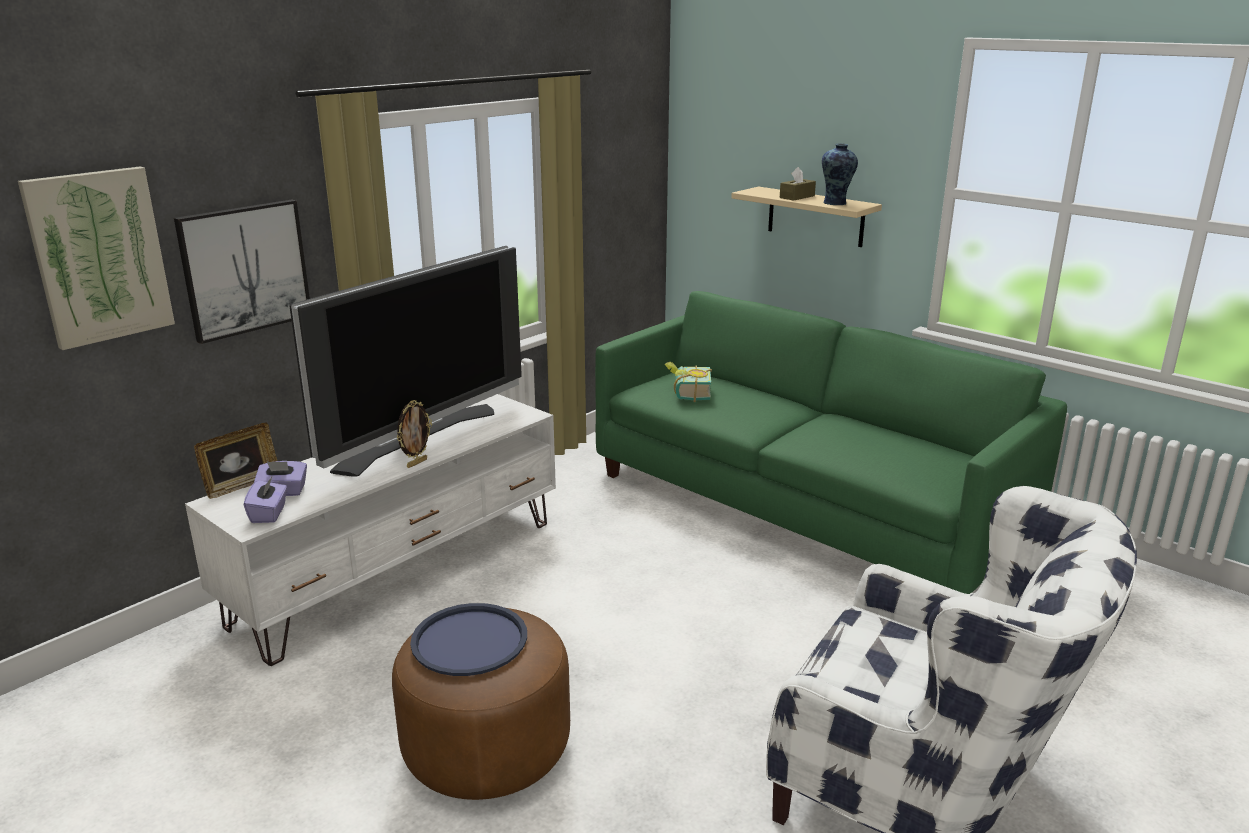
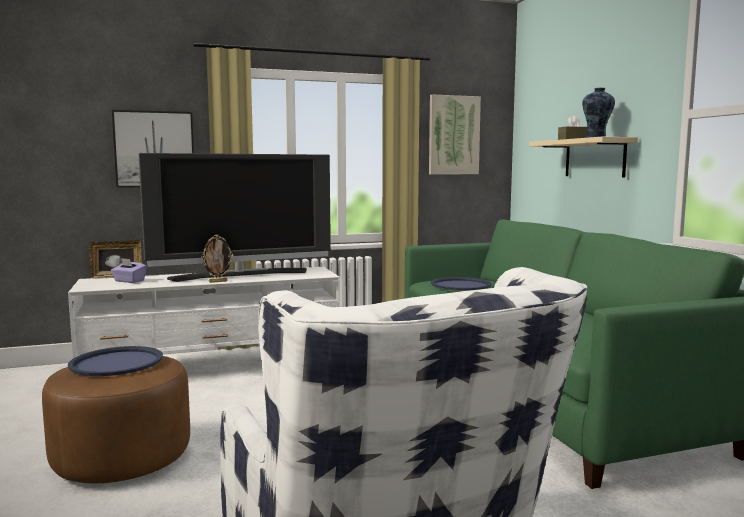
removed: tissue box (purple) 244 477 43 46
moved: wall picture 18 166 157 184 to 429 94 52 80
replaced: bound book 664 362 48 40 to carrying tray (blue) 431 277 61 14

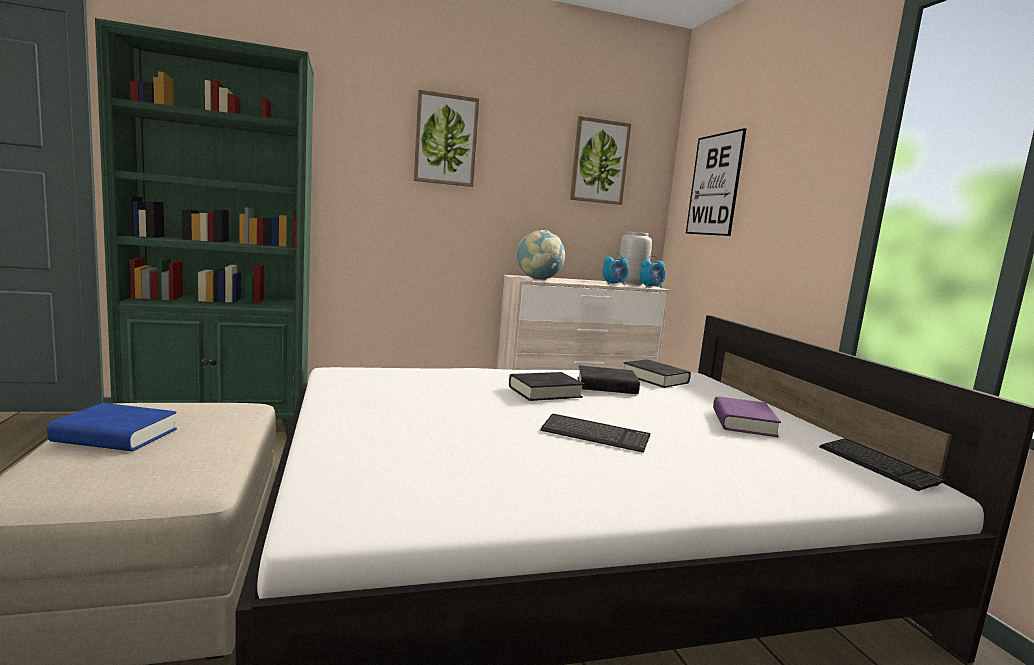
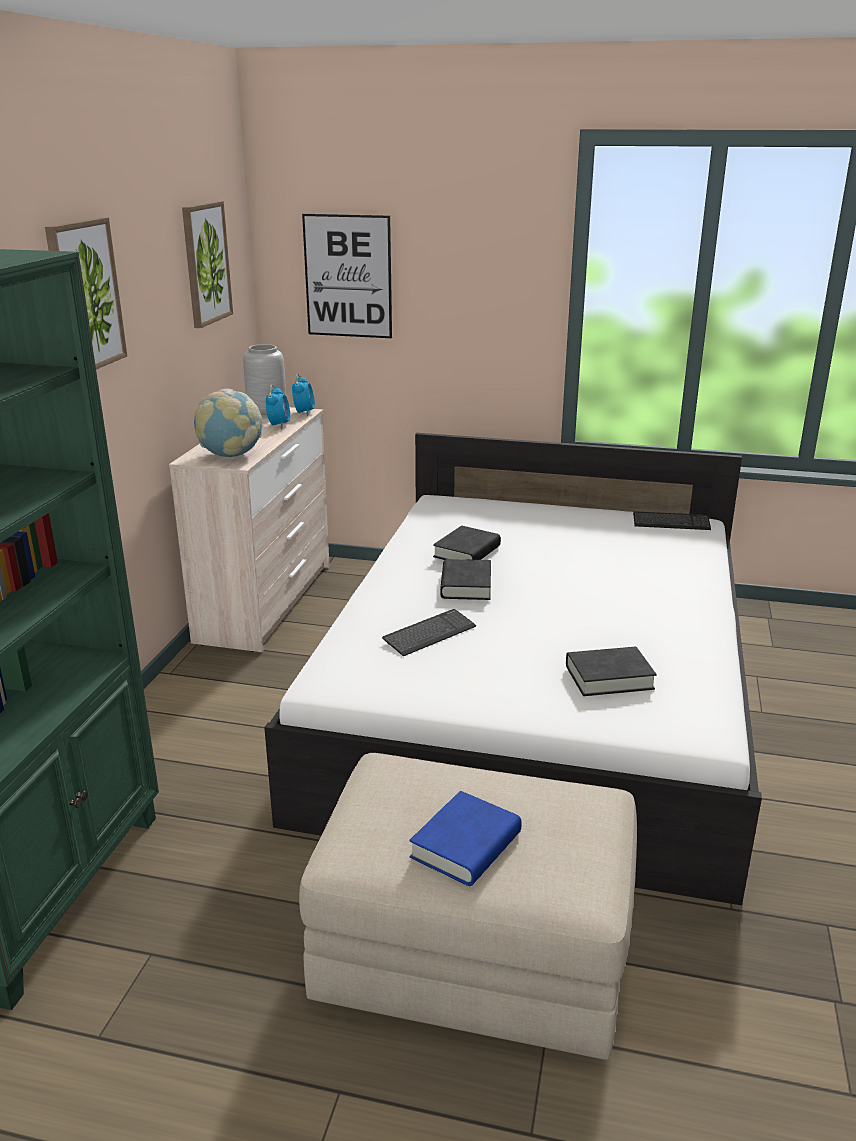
removed: bound book (purple) 713 397 68 40
moved: PC keyboard 540 414 110 39 to 382 609 94 47; bound book (black) 624 359 67 29 to 566 647 91 49

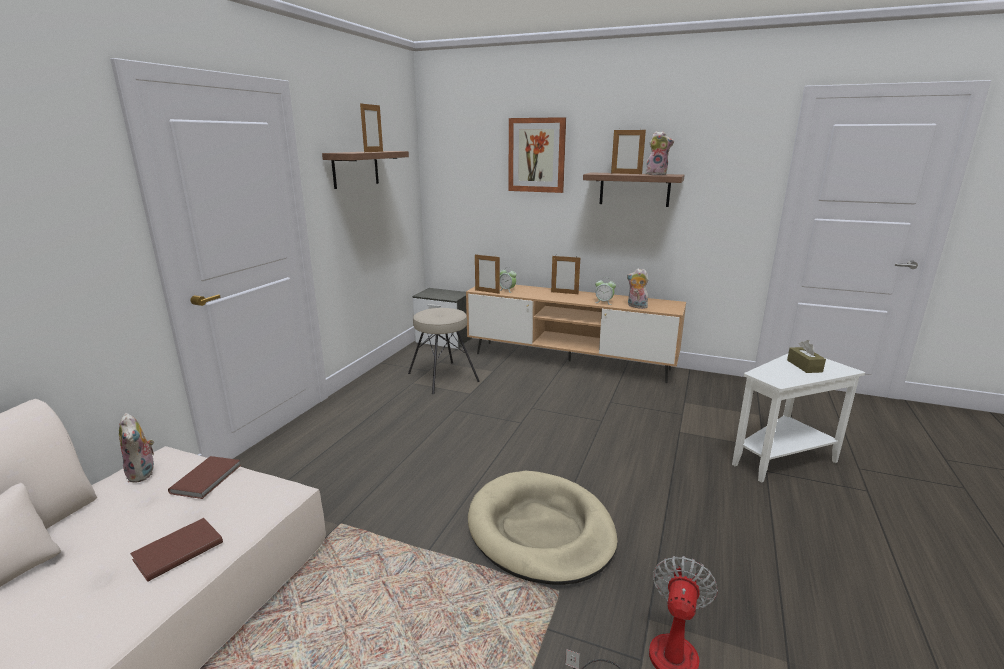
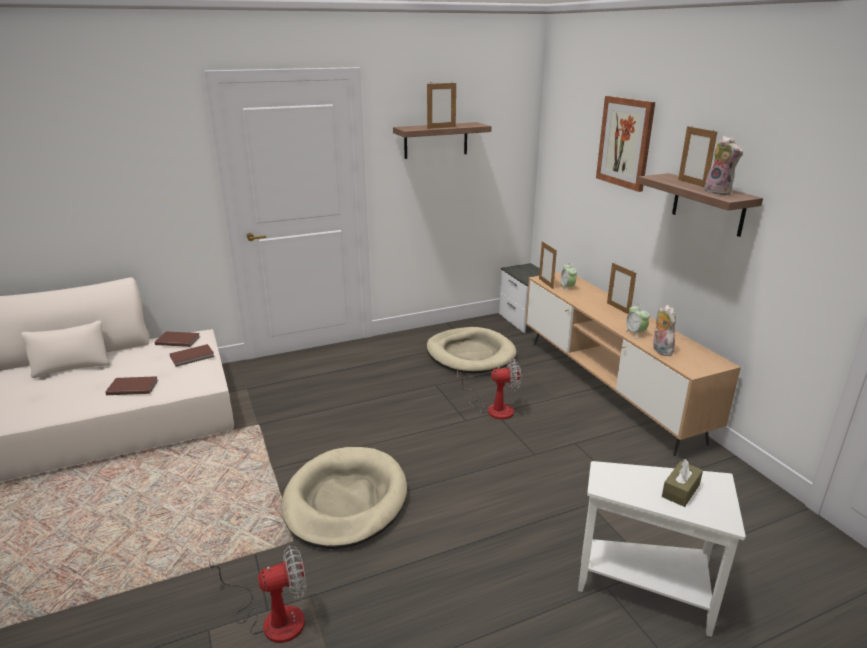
added: electric fan 457 359 64 61
replaced: cuddly toy 119 413 35 70 to bound book (brown-coloured) 155 332 44 15; stool (sand-coloured) 408 308 72 86 to dog bed (sand-coloured) 426 327 91 46

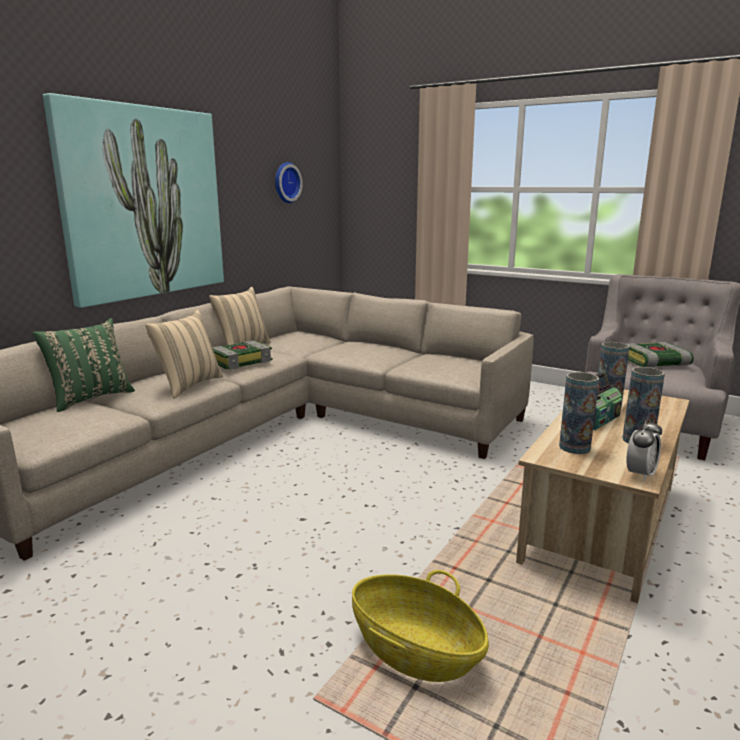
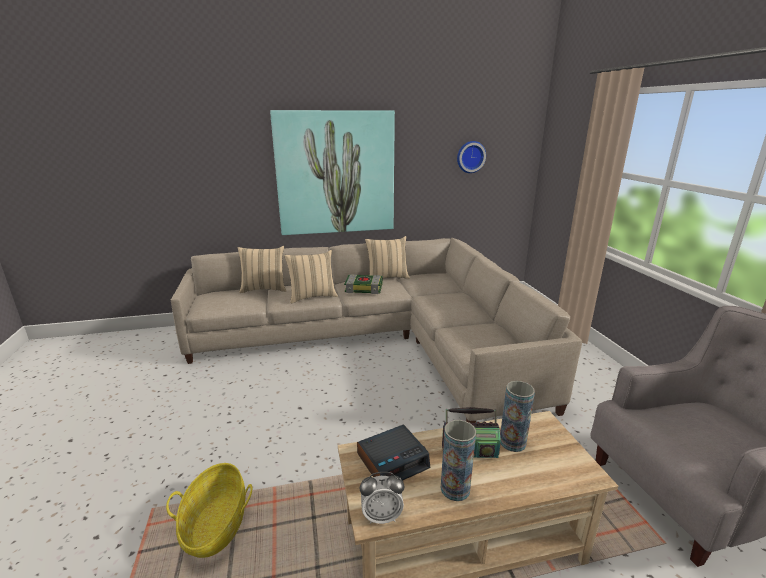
removed: bound book 627 342 67 25
replaced: flower vase 559 372 40 82 to bedside clock 357 424 73 57
recoloured: pillow (greenish) 32 318 103 94 to pillow (sand-coloured) 238 246 48 47

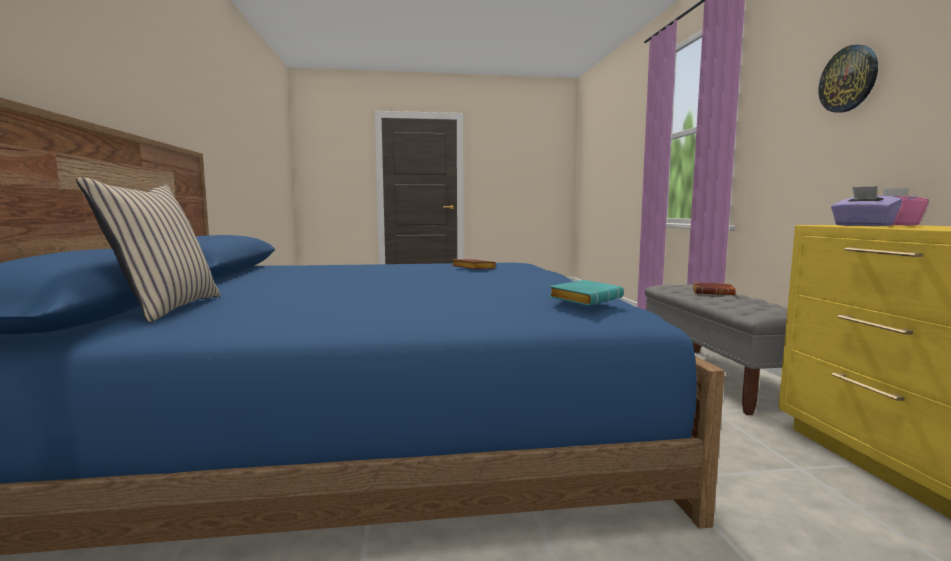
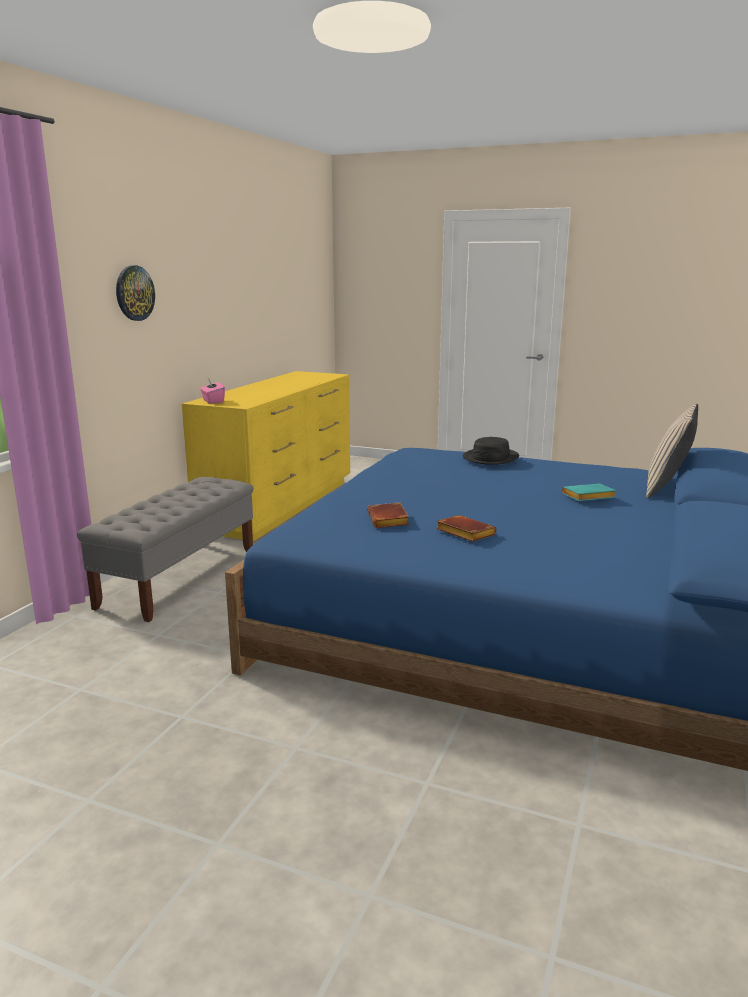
removed: tissue box (purple) 831 186 71 40
added: wearable hat (black) 463 437 56 28
moved: bound book (brown-coloured) 693 282 43 13 to 436 515 60 27; bound book (turquoise-coloured) 549 280 75 26 to 562 483 54 18

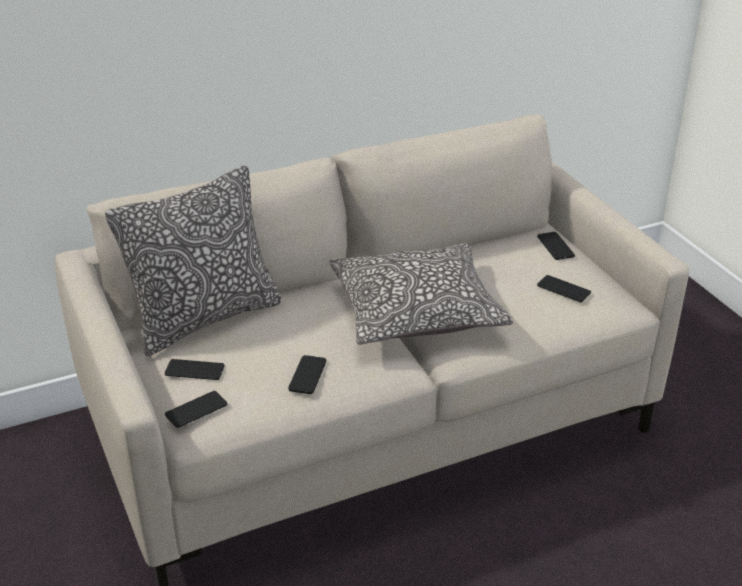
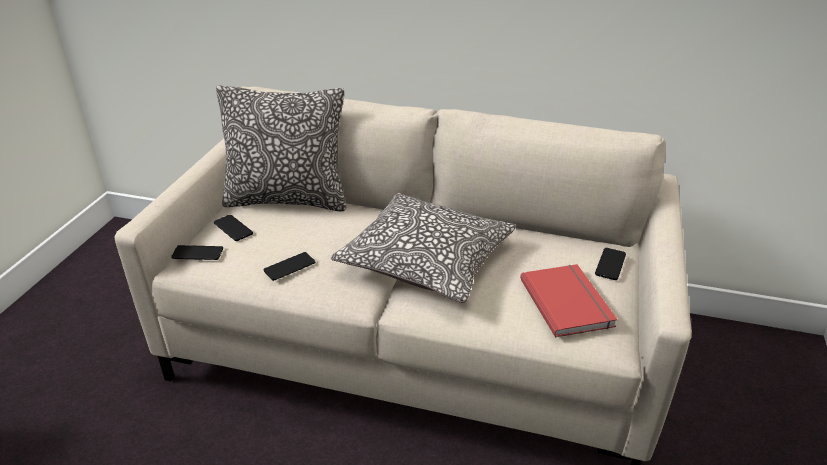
replaced: phone 537 275 54 27 to bound book (red) 520 264 98 73

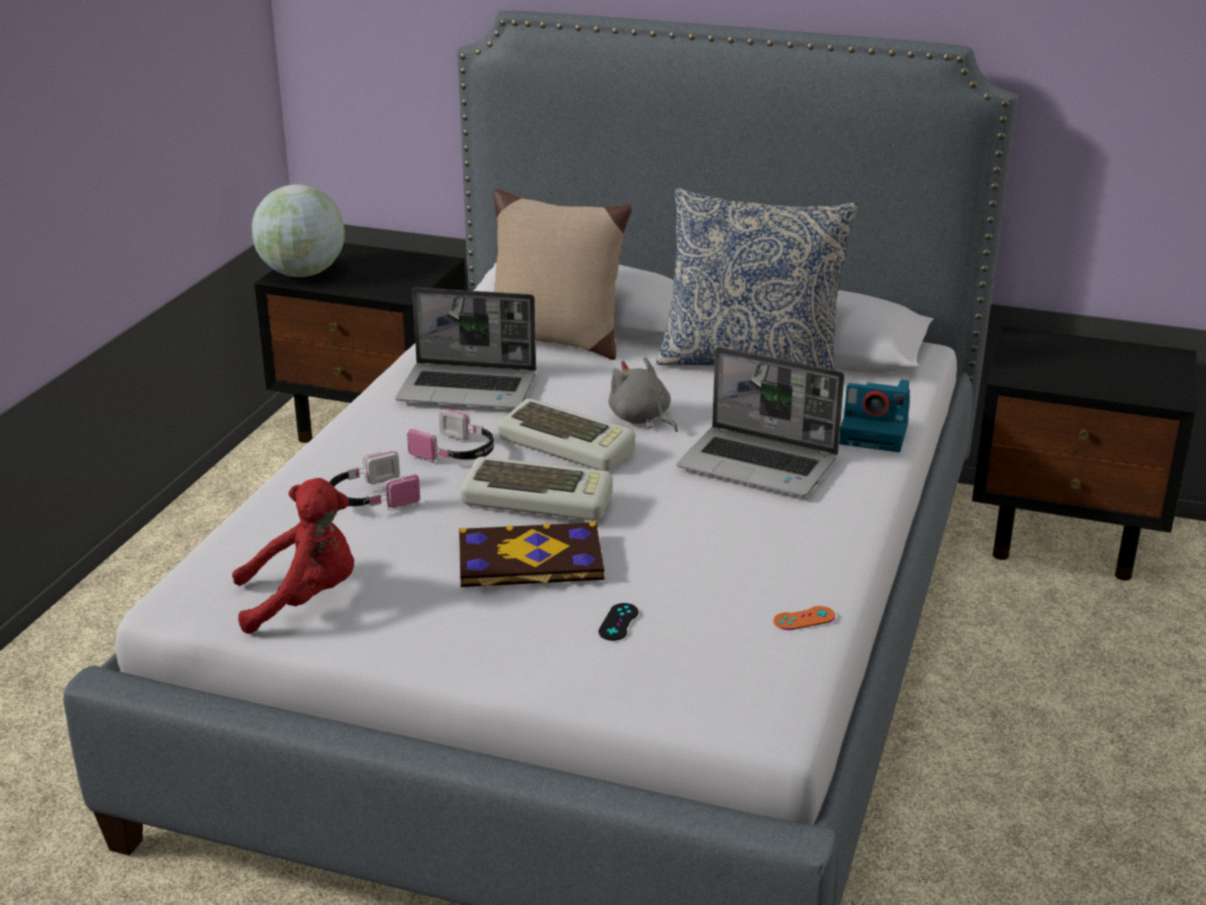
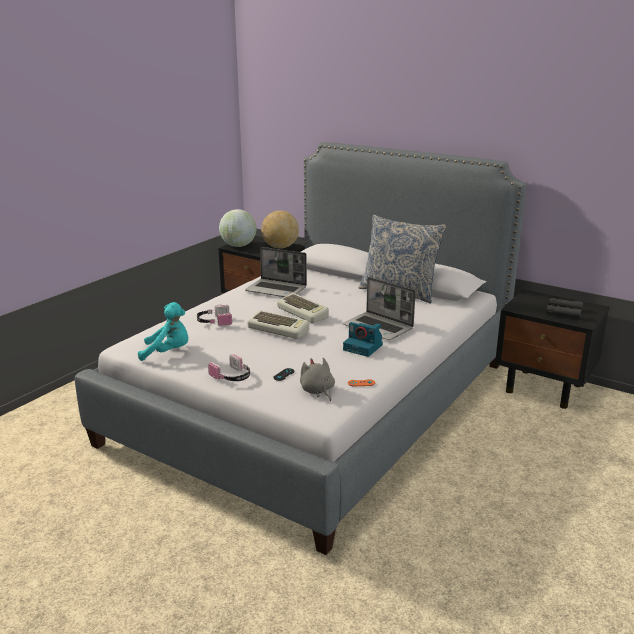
removed: bound book 459 522 145 65; pillow (sand-coloured) 494 189 138 171
added: world globe 261 211 38 38; binoculars (black) 546 298 37 21
moved: pair of headphones 407 409 87 54 to 208 354 42 27; cuddly toy (greyish) 608 357 70 75 to 300 358 35 43; photo camera 839 380 71 72 to 343 322 40 35
recoloured: cuddly toy (red) 232 478 122 156 to cuddly toy (turquoise-coloured) 138 302 50 59

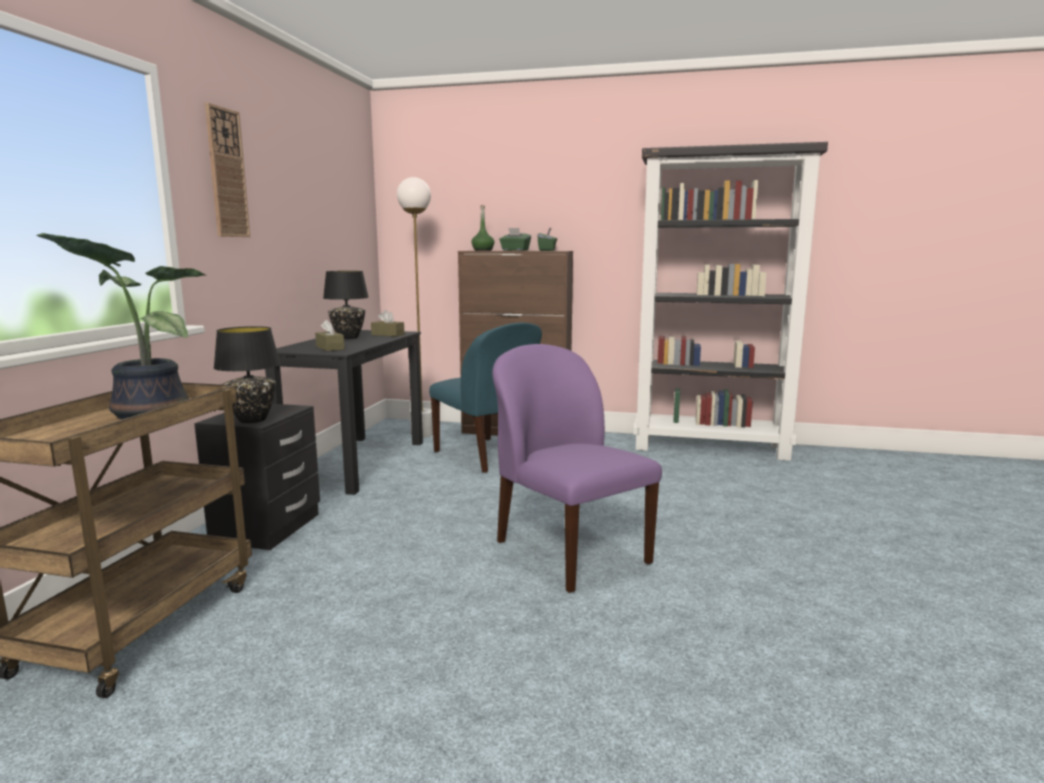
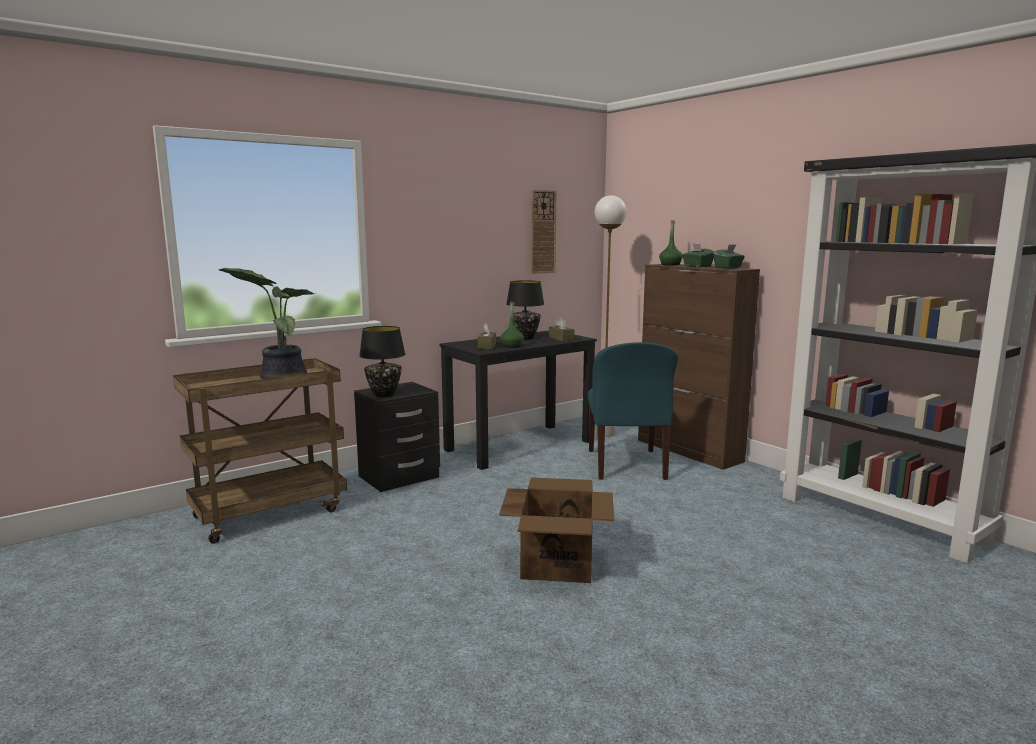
added: drink bottle (greenish) 500 301 24 47
moved: hanging clock 205 103 45 134 to 531 190 25 84
replaced: plain chair (purple) 492 344 170 249 to cardboard box 499 477 115 106

